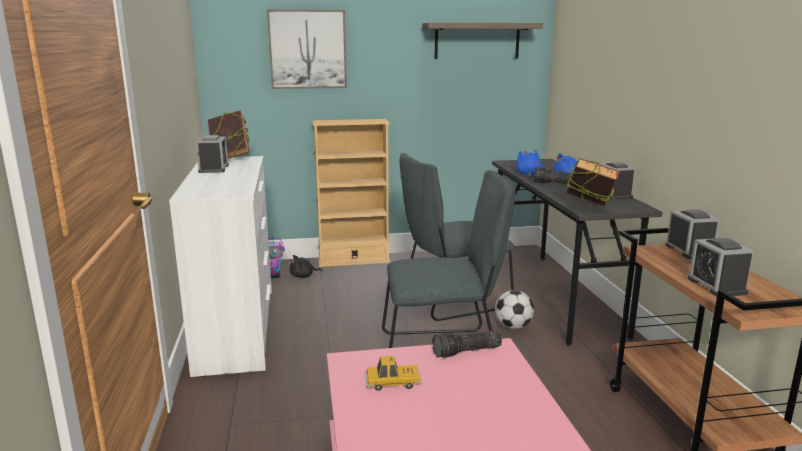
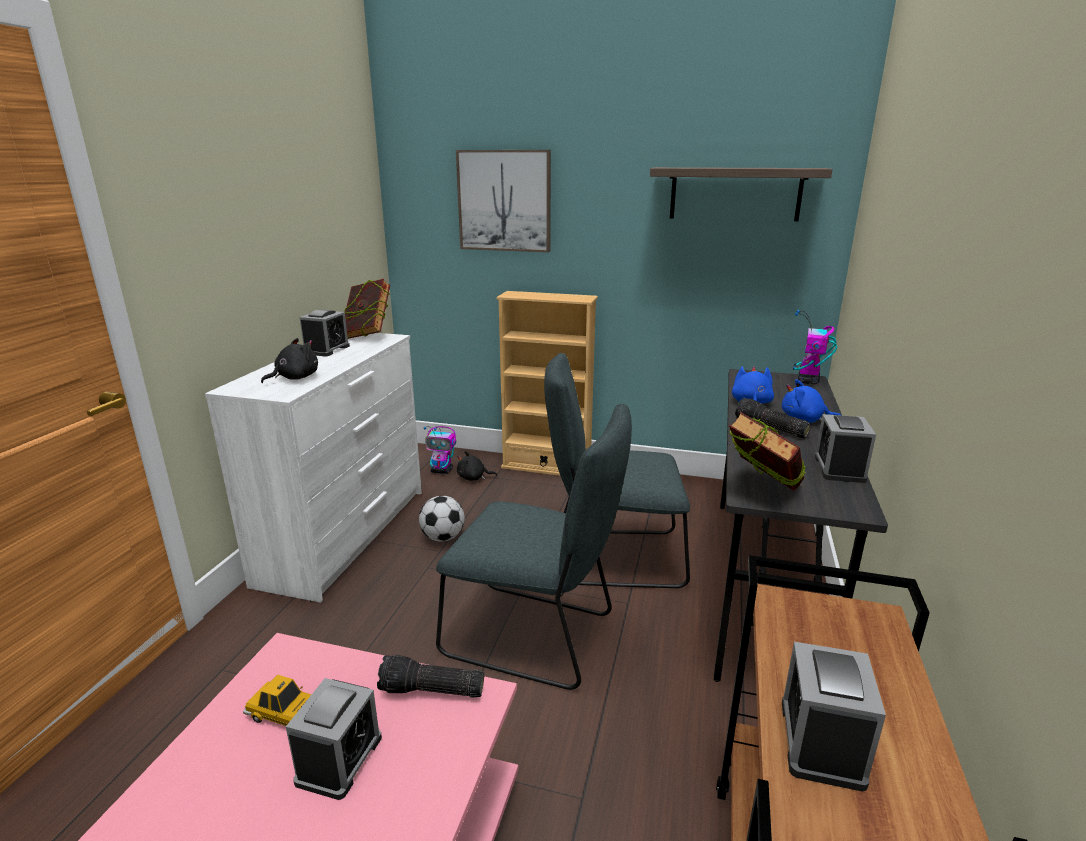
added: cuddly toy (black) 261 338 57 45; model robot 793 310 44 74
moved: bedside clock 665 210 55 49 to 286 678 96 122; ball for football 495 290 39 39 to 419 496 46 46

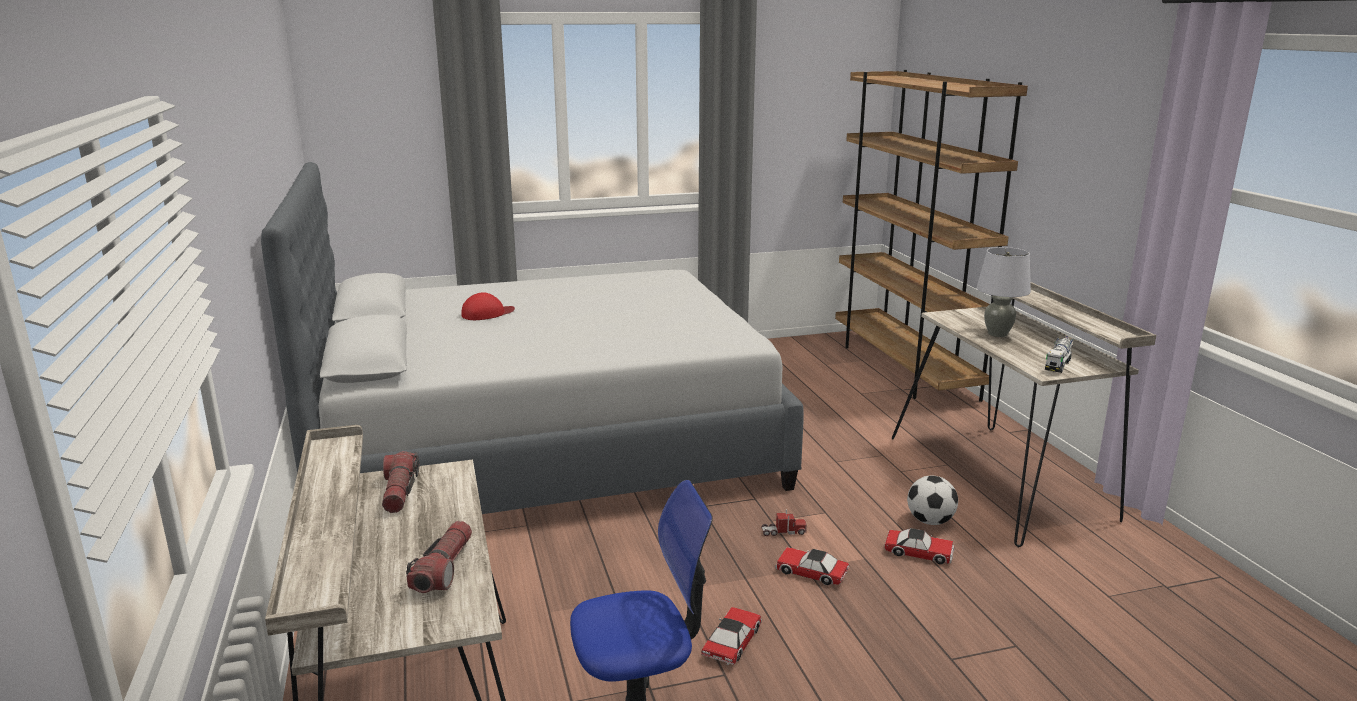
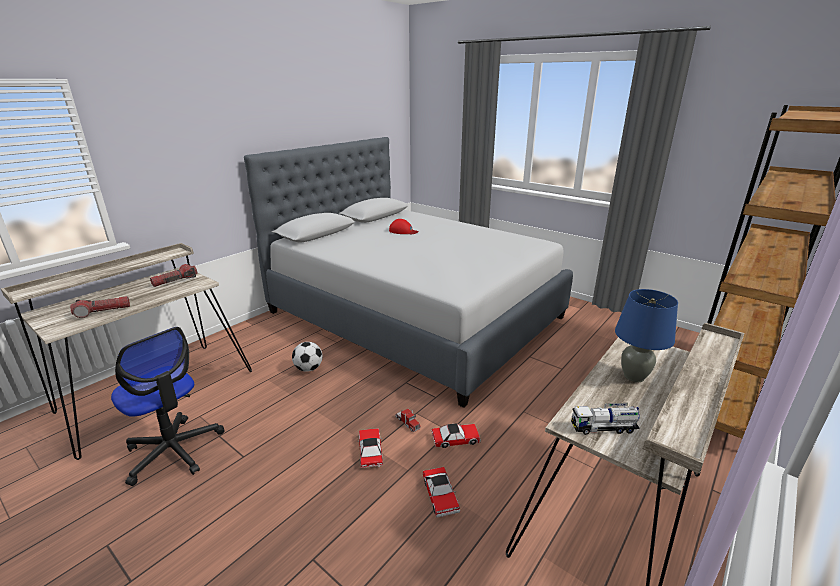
moved: ball for football 907 476 51 49 to 292 342 31 30; model car 701 607 61 58 to 431 423 50 25
recoloured: lamp for a table (greyish) 977 247 54 90 to lamp for a table (blue) 615 289 63 93

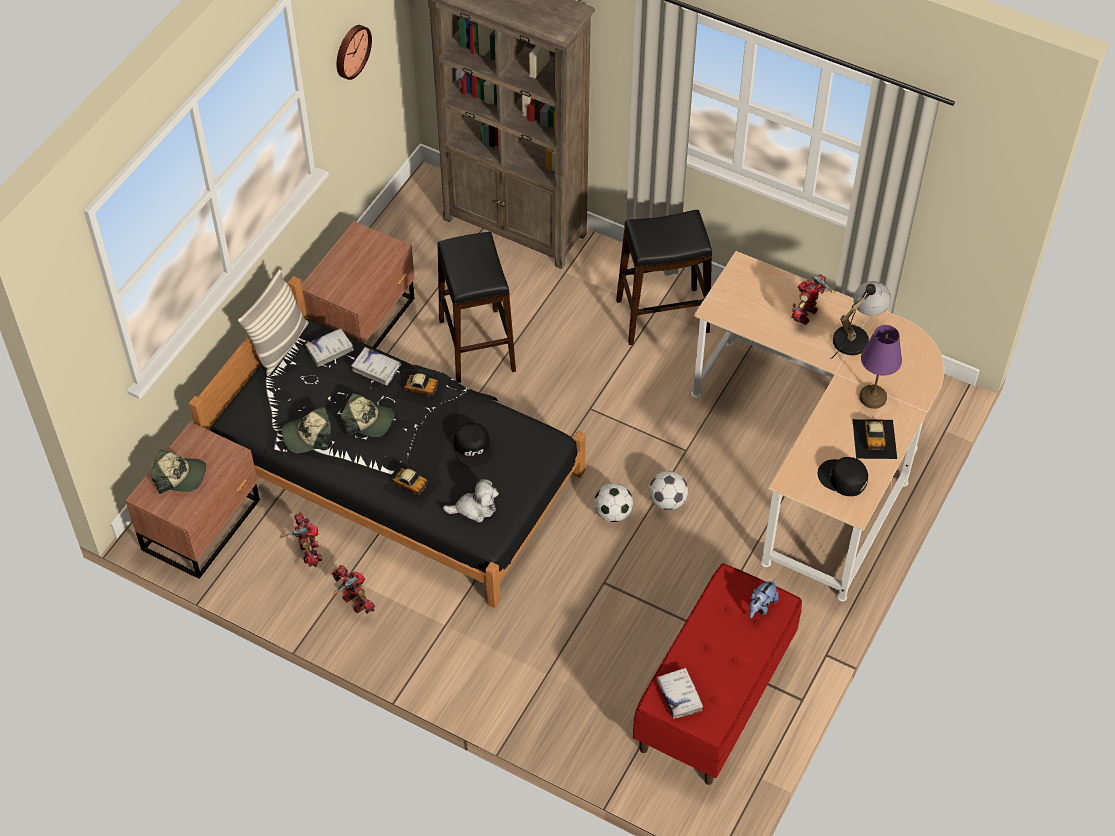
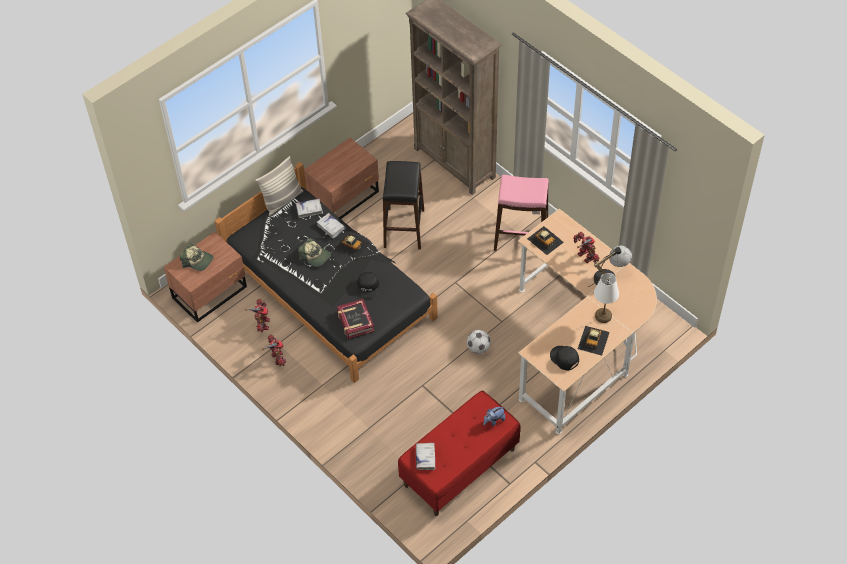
removed: peaked cap 282 407 49 46; hanging clock 337 25 35 55; ball for football 594 483 39 39
moved: model car 381 461 60 47 to 527 226 37 29
replaced: cuddly toy 443 479 56 43 to bound book 337 299 37 40
recoloured: stool (black) 616 210 96 135 to stool (pinkish) 494 175 55 76; lamp for a table (purple) 859 325 43 84 to lamp for a table (whitish) 594 273 25 50
turned: model robot 791 274 44 51 = 573 232 27 31 90 degrees clockwise

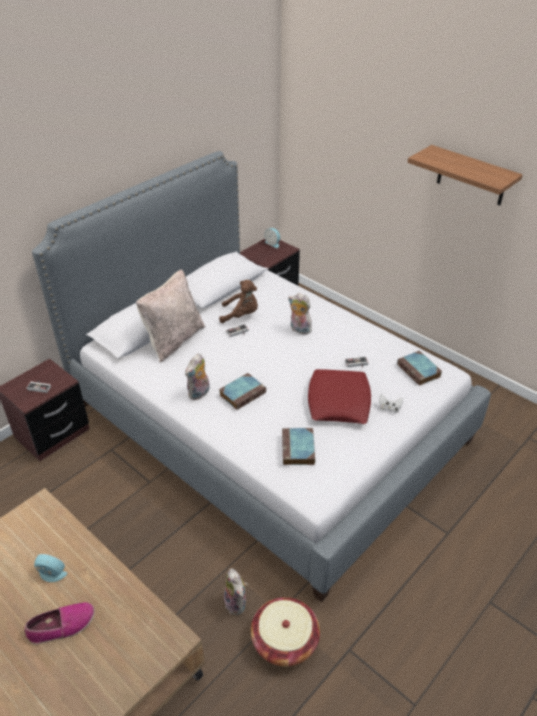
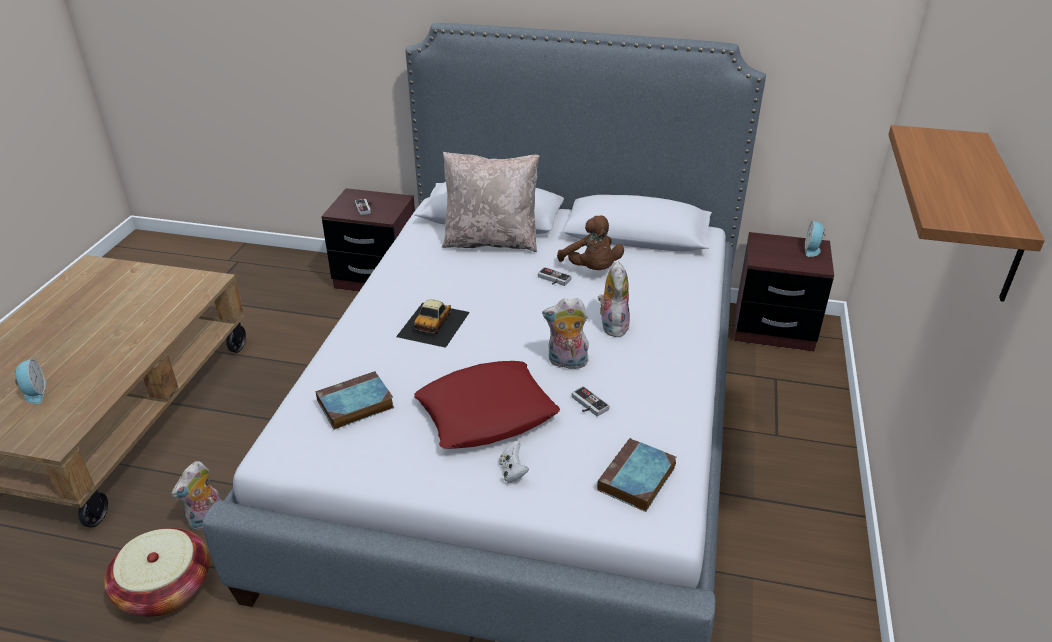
removed: low shoe 24 602 71 43
moved: bedside clock 34 554 33 28 to 15 359 31 45; cuddly toy 185 353 25 47 to 542 298 47 71
replaced: bound book 219 373 47 37 to model car 396 299 74 49

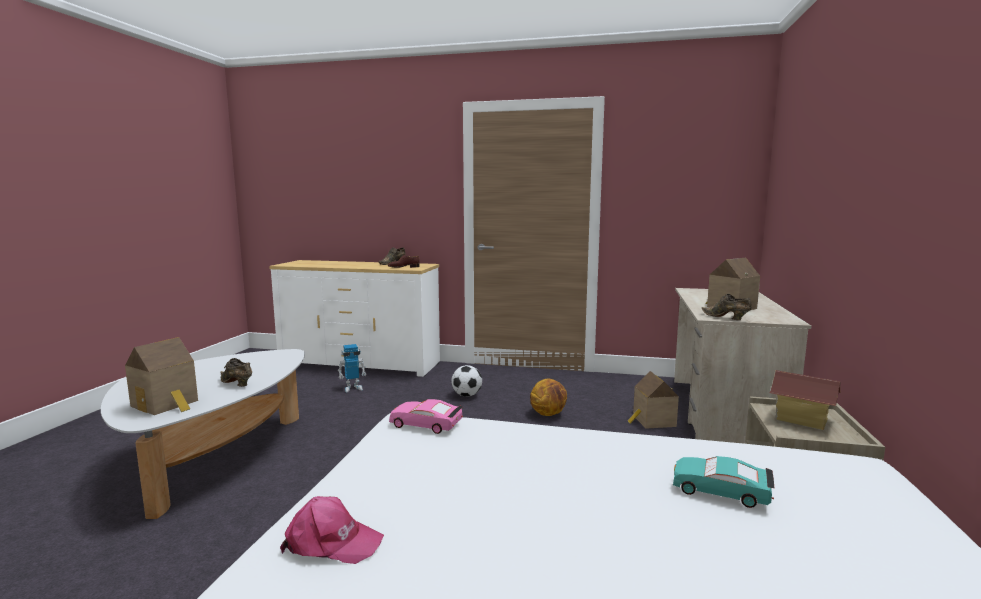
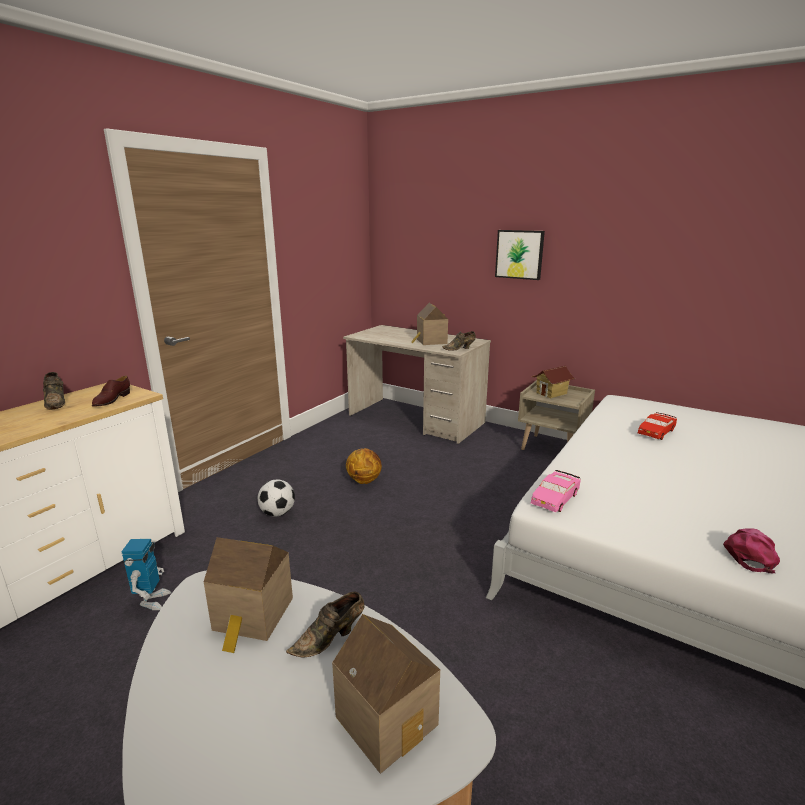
added: wall picture 495 230 50 50
moved: miniature house 628 371 51 58 to 204 537 89 116
recoloured: model car (turquoise-coloured) 673 456 102 52 to model car (red) 638 412 39 28

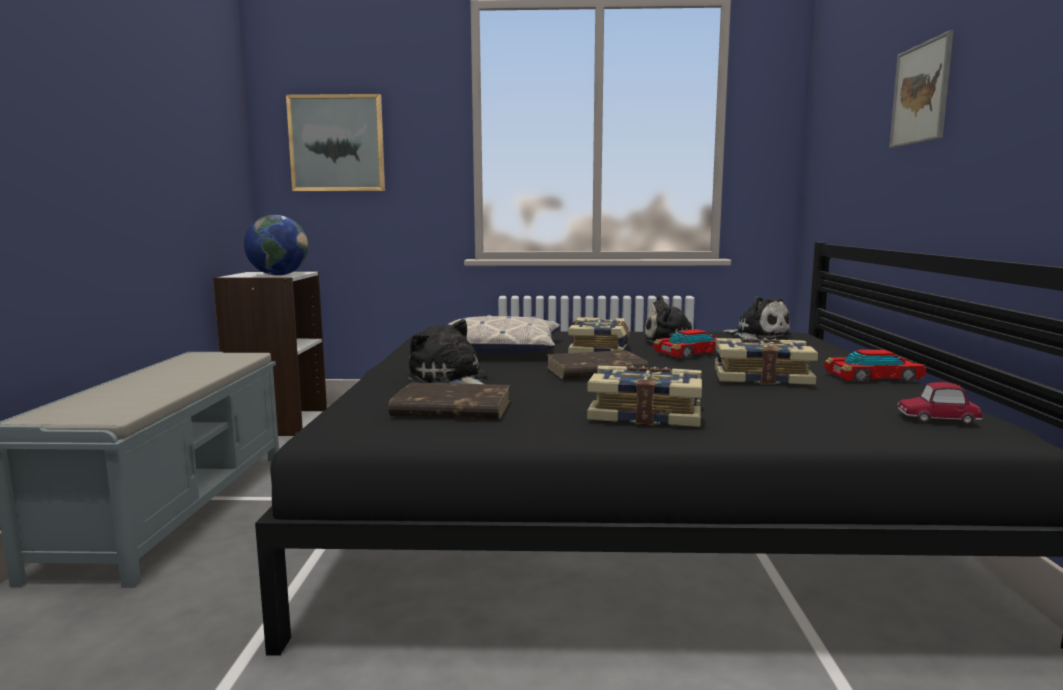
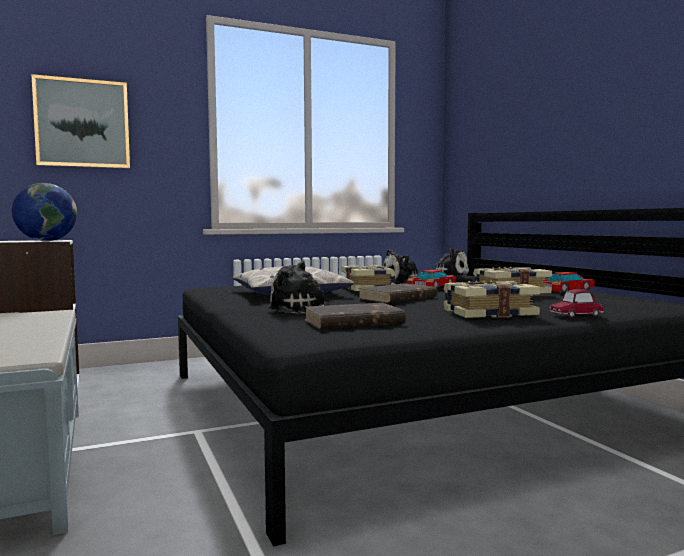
removed: wall picture 889 31 65 117
moved: model car 897 382 86 42 to 549 289 55 29

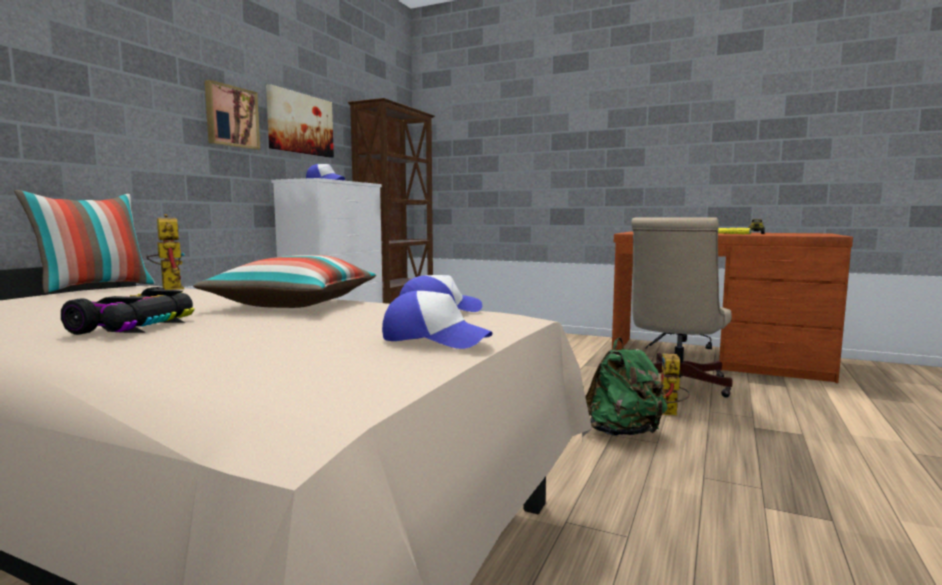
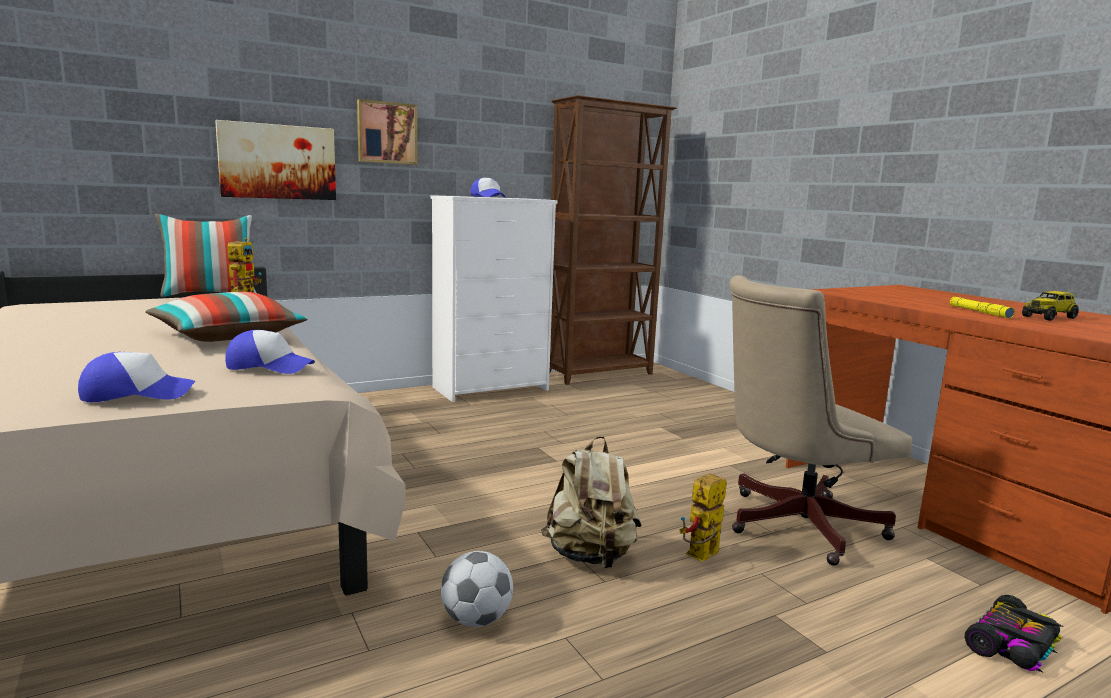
added: ball for football 441 551 72 76
moved: wall picture 266 84 68 74 to 215 120 121 80; model car 61 287 134 48 to 964 595 100 78
recoloured: knapsack (greenish) 585 338 83 98 to knapsack (sand-coloured) 541 436 101 132
turned: peaked cap 382 290 110 59 = 78 352 117 50 75 degrees counterclockwise

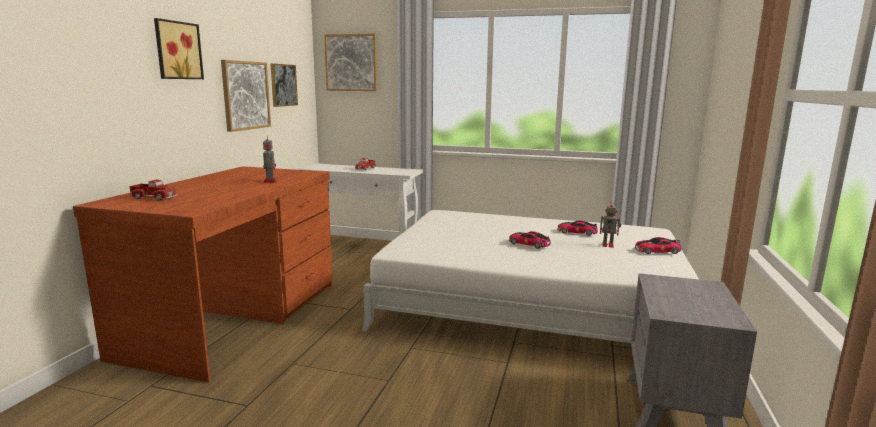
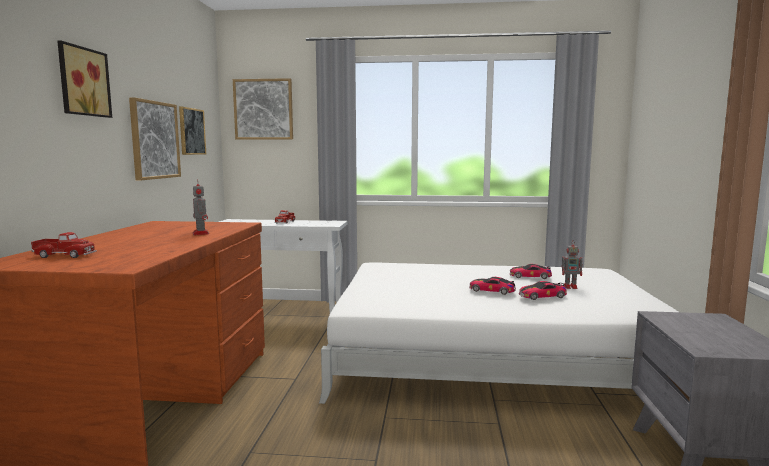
moved: model car 635 237 46 17 to 519 281 48 19

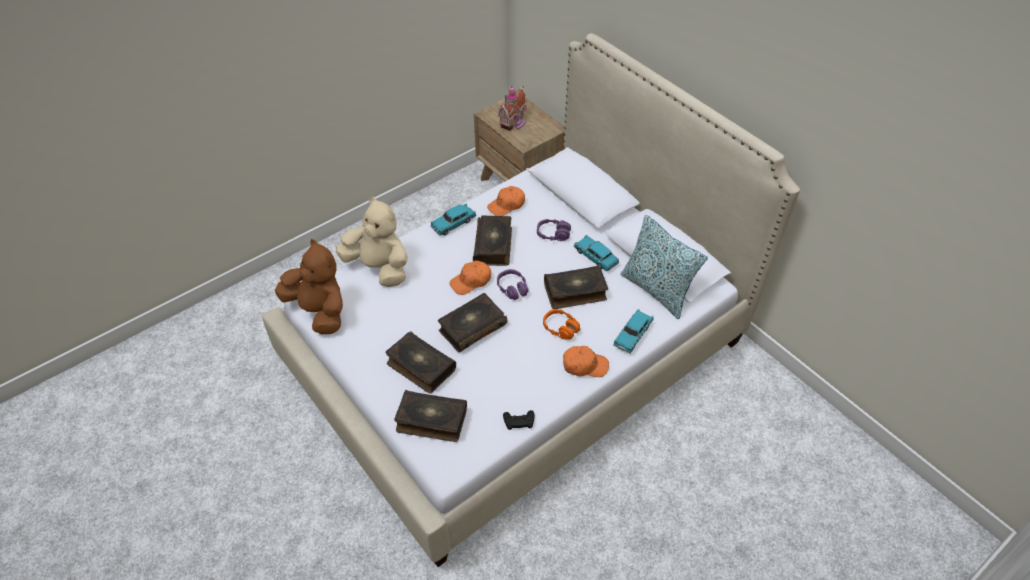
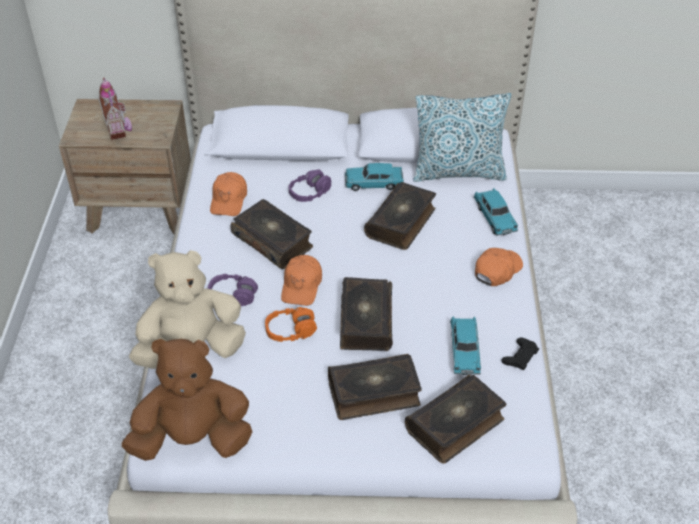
moved: pair of headphones (purple) 497 269 31 31 to 207 274 51 32; pair of headphones (orangey) 543 309 37 31 to 265 307 52 35; model car (turquoise-coloured) 431 203 46 32 to 450 316 31 59

